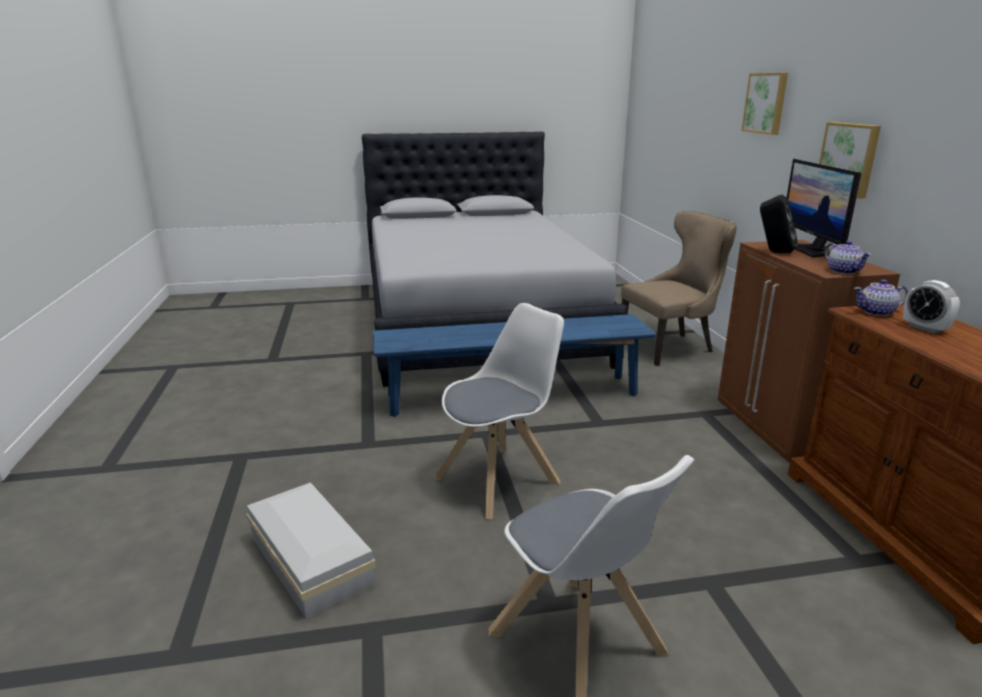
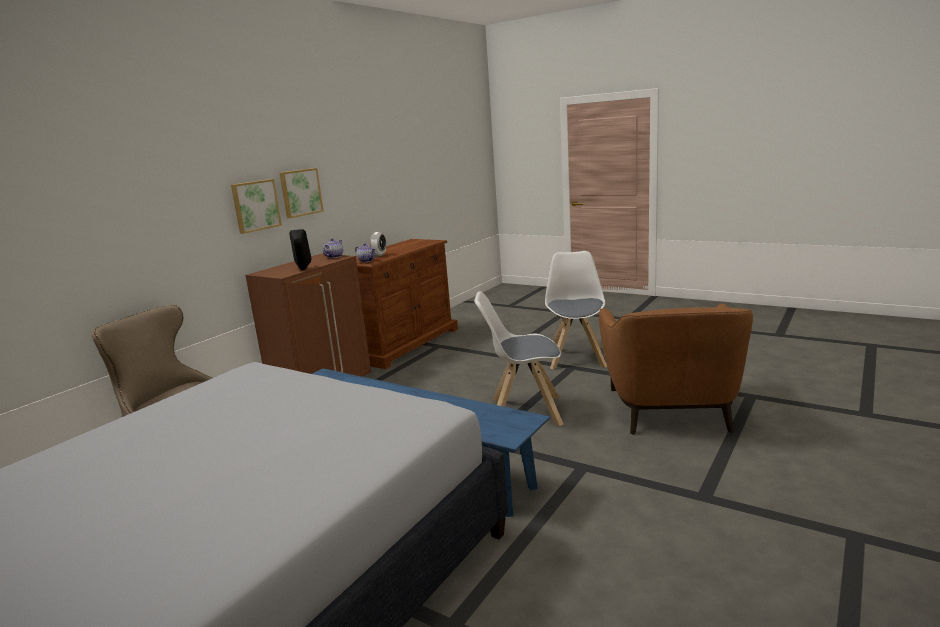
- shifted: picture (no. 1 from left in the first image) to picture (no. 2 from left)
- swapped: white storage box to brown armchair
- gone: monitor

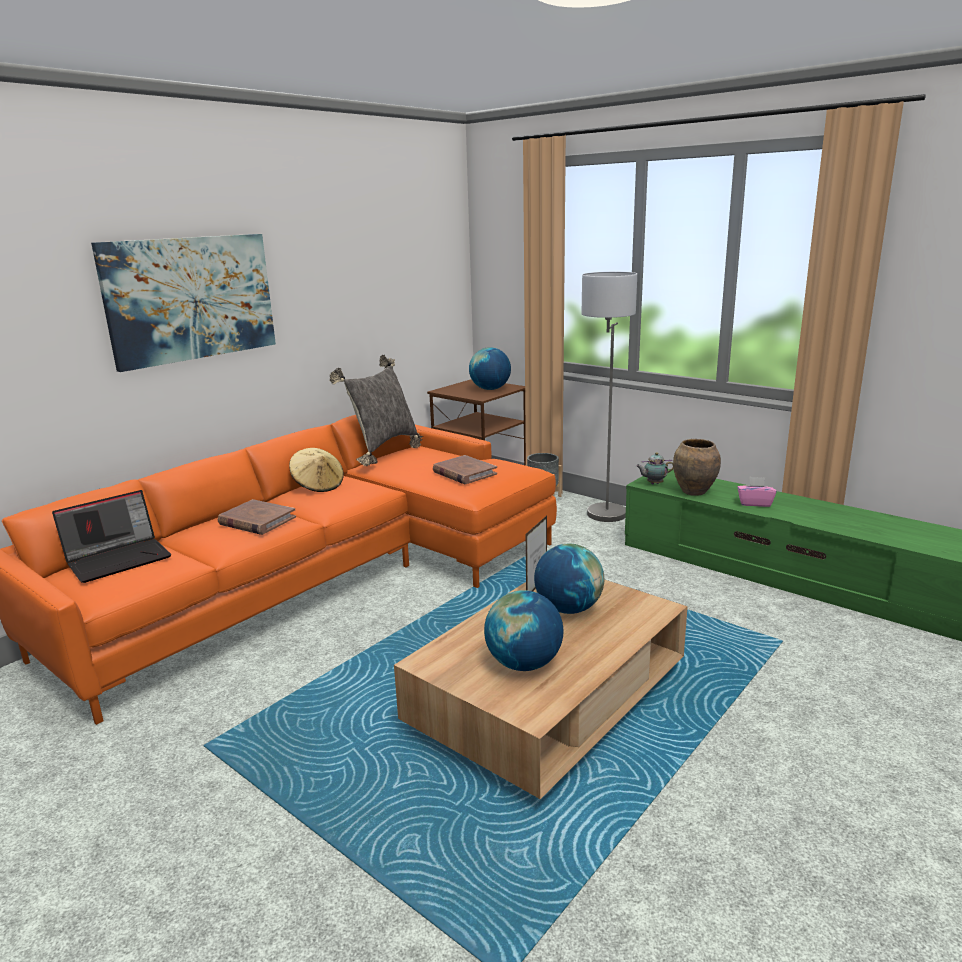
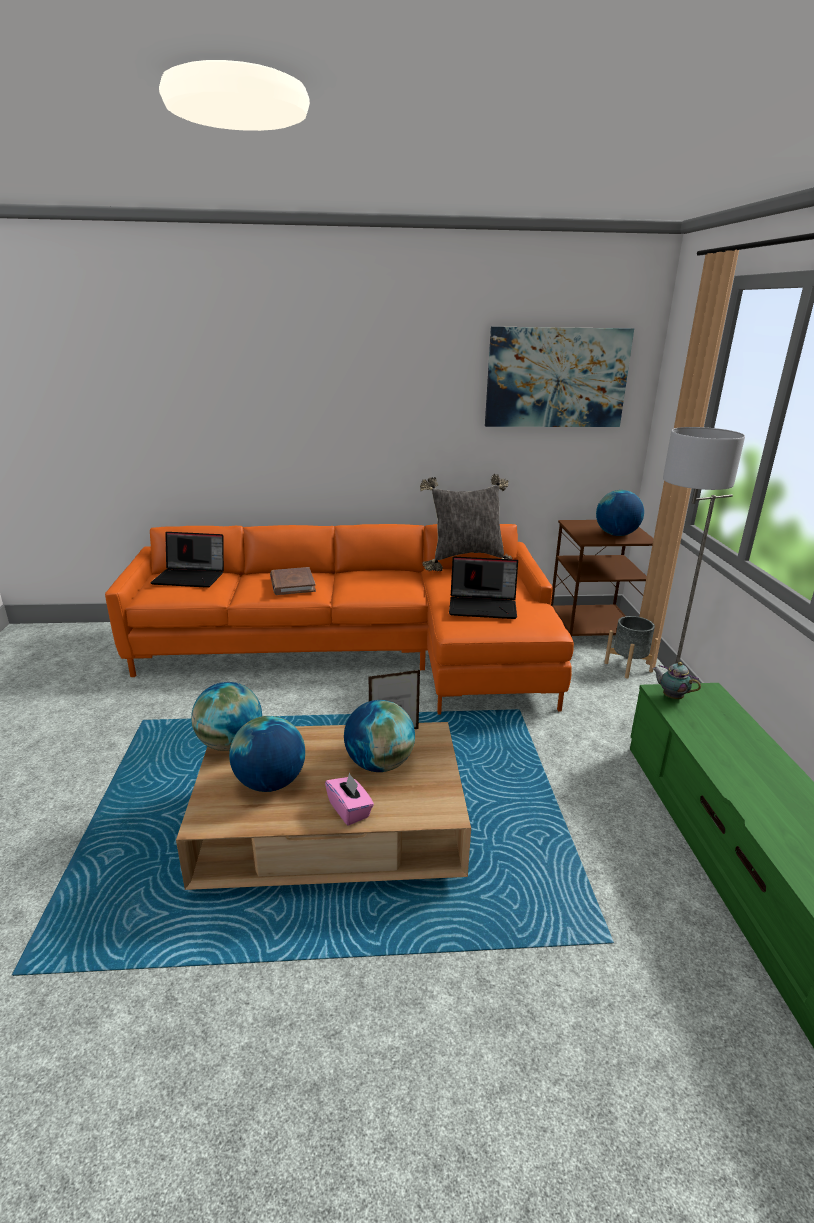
- new: globe (no. 1 from left)
- shifted: pink tissue box
- swapped: brown book (no. 2 from left) to laptop (no. 2 from left)
- shifted: picture
- gone: beige hat
- gone: brown vase

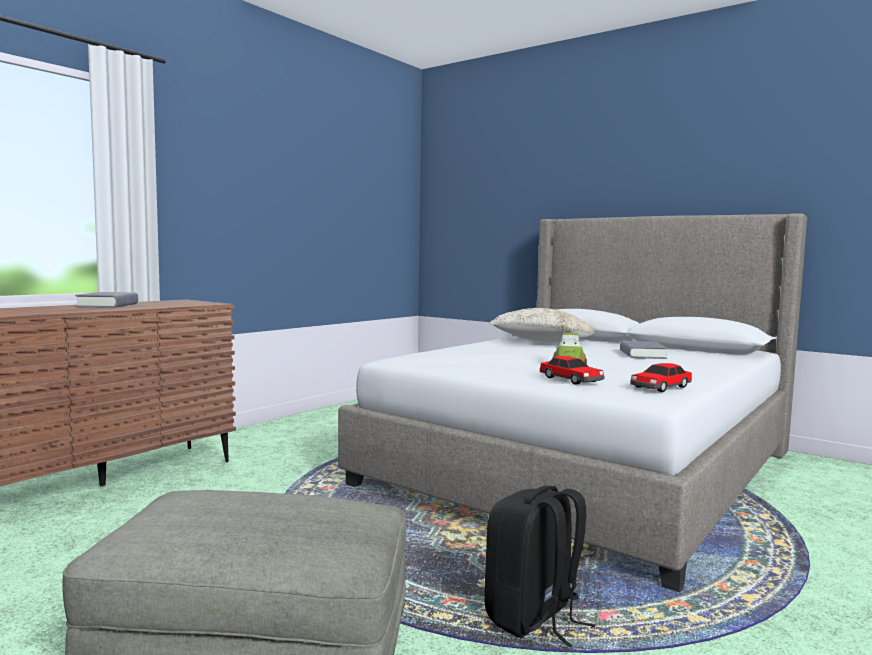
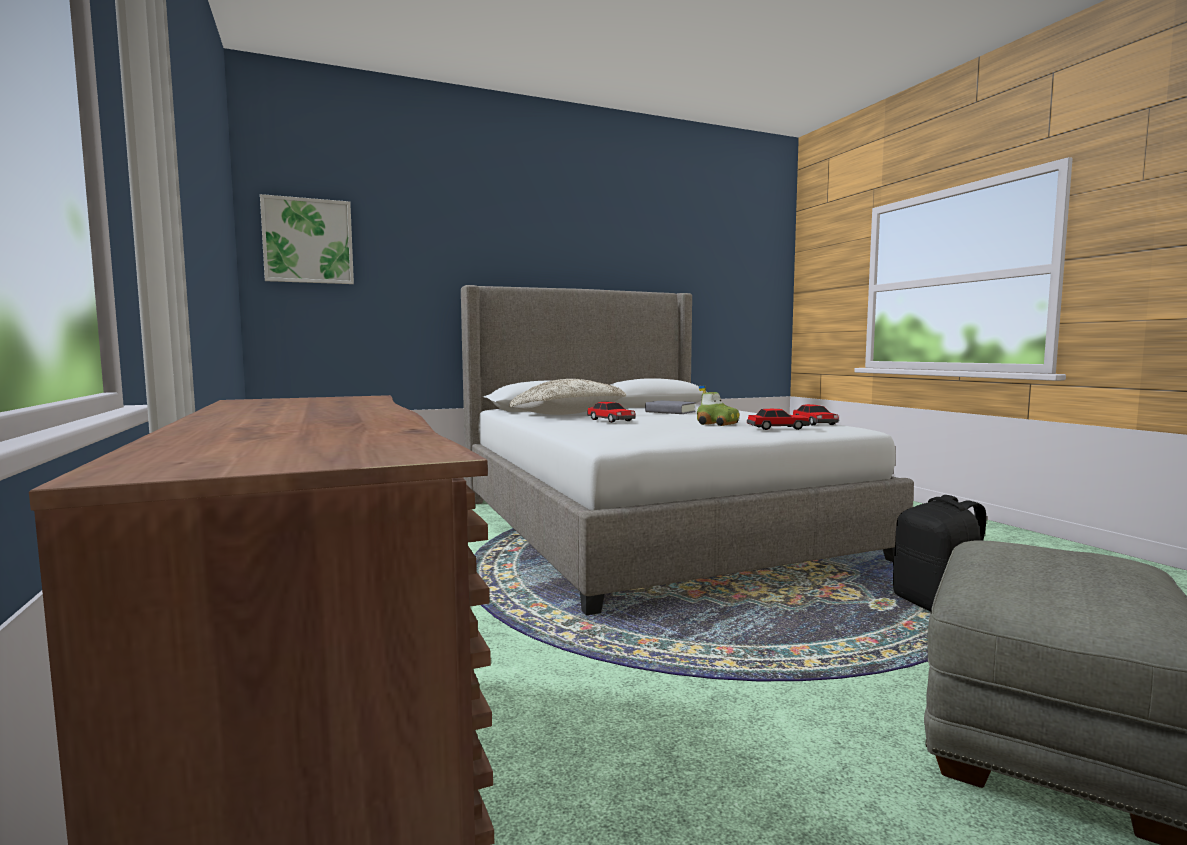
- new: picture
- new: toy car (no. 1 from left)
- gone: grey book (no. 1 from left)

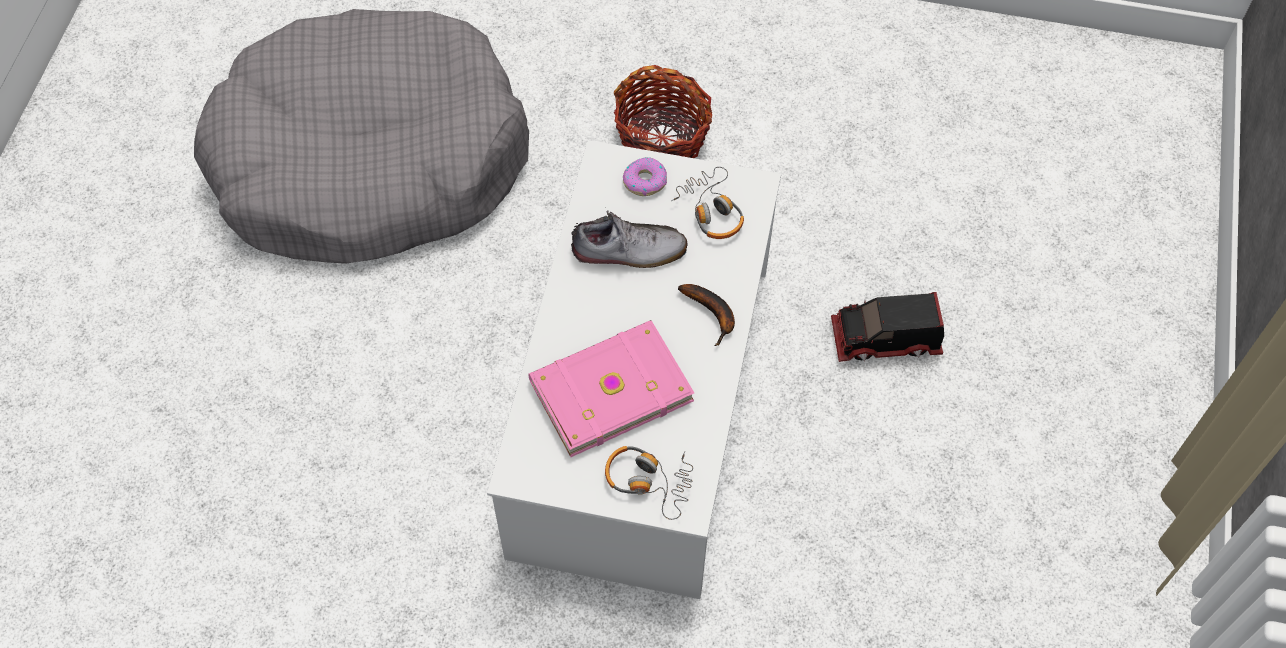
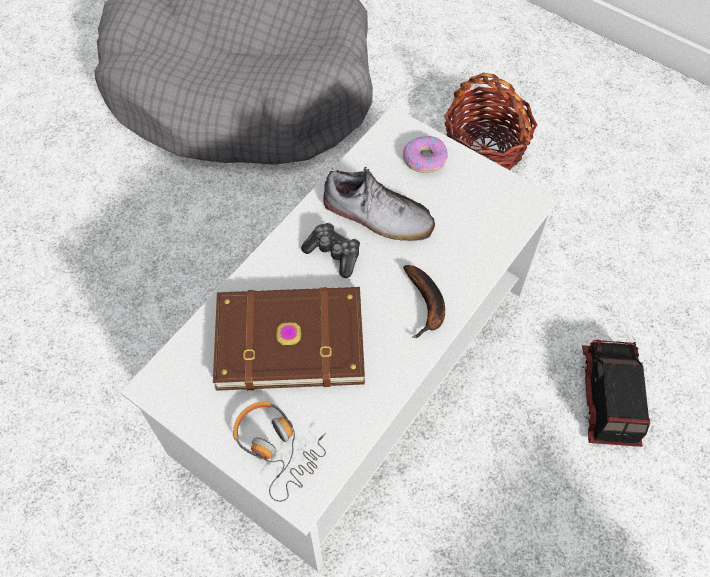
- repainted: pink book to brown book
- new: game controller
- rotated: toy truck 75 degrees clockwise
- gone: headphones (no. 2 from left)

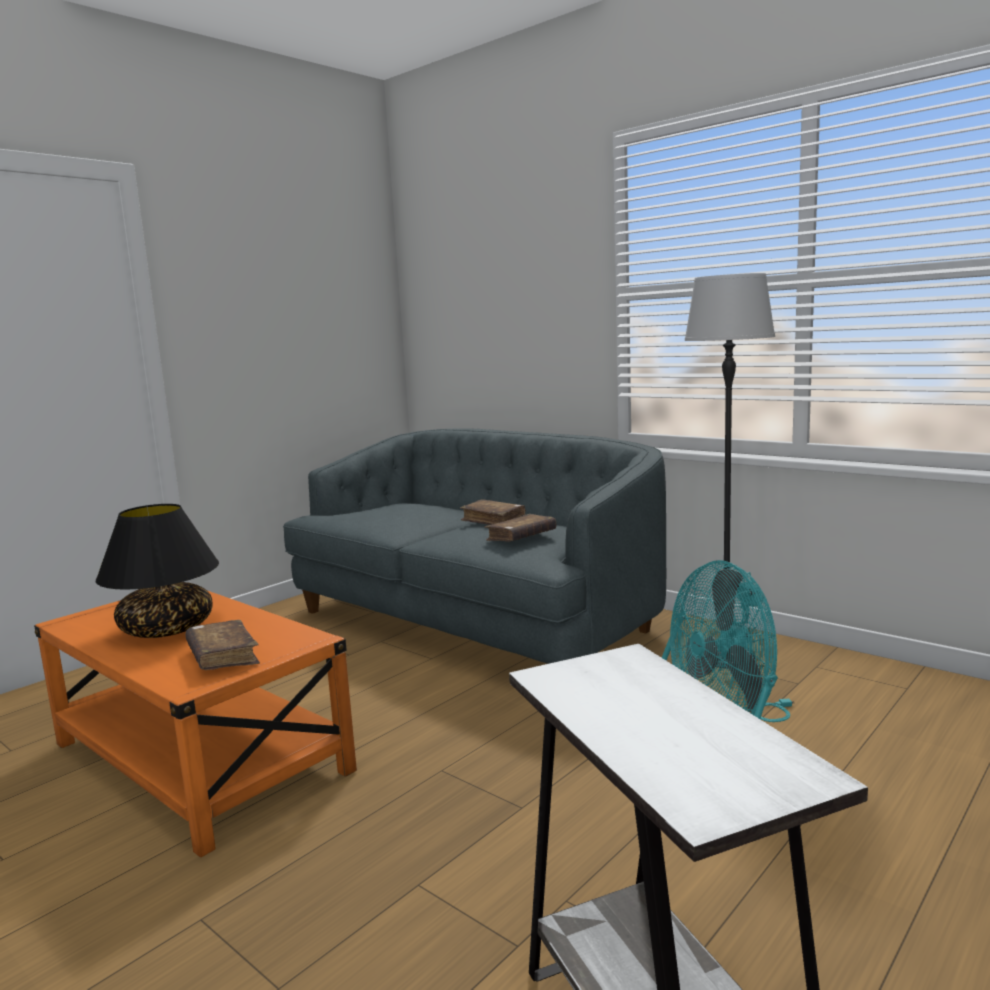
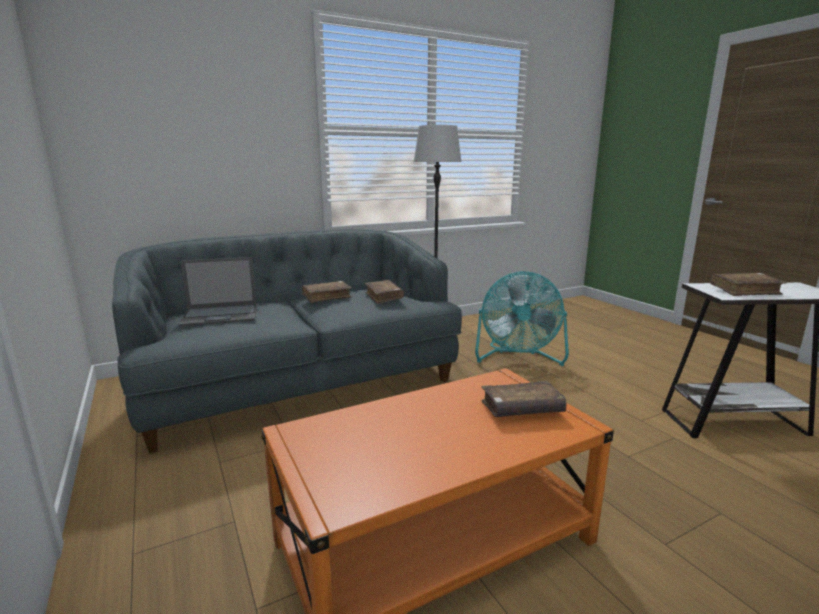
- new: laptop
- new: brown book (no. 4 from left)
- gone: black table lamp

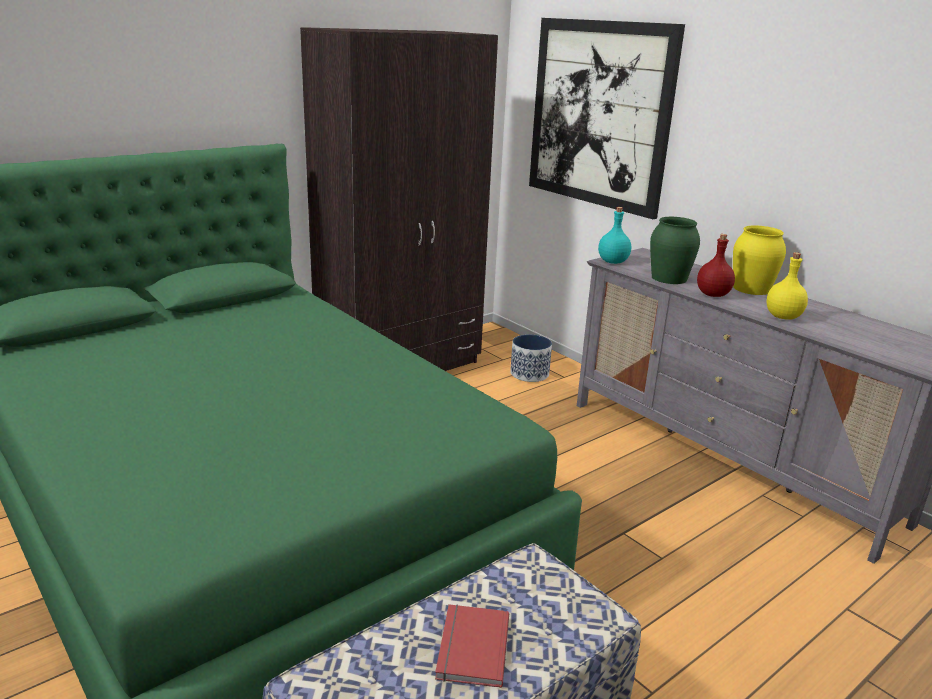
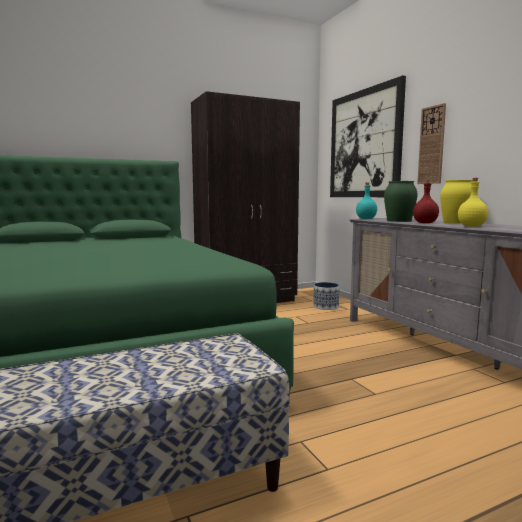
- new: wall clock
- gone: red book

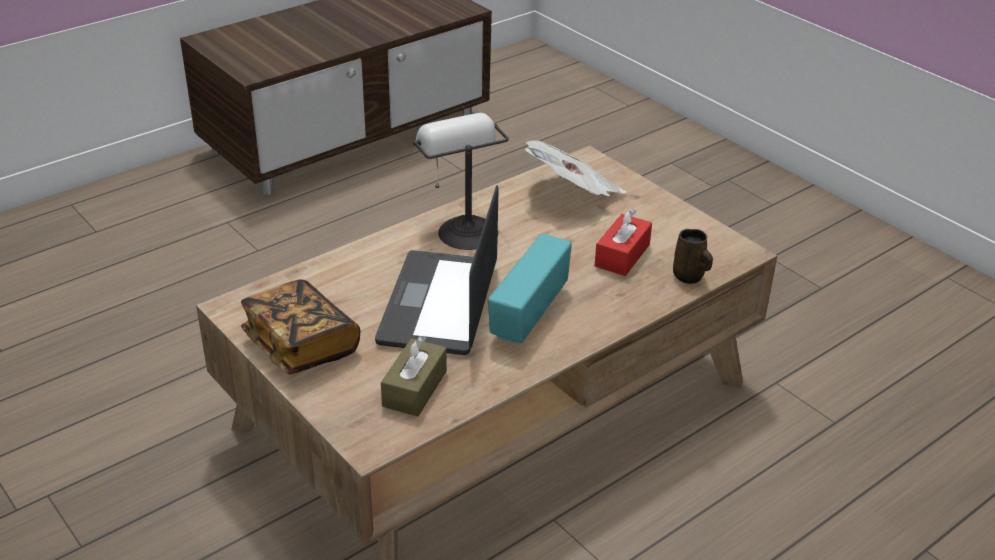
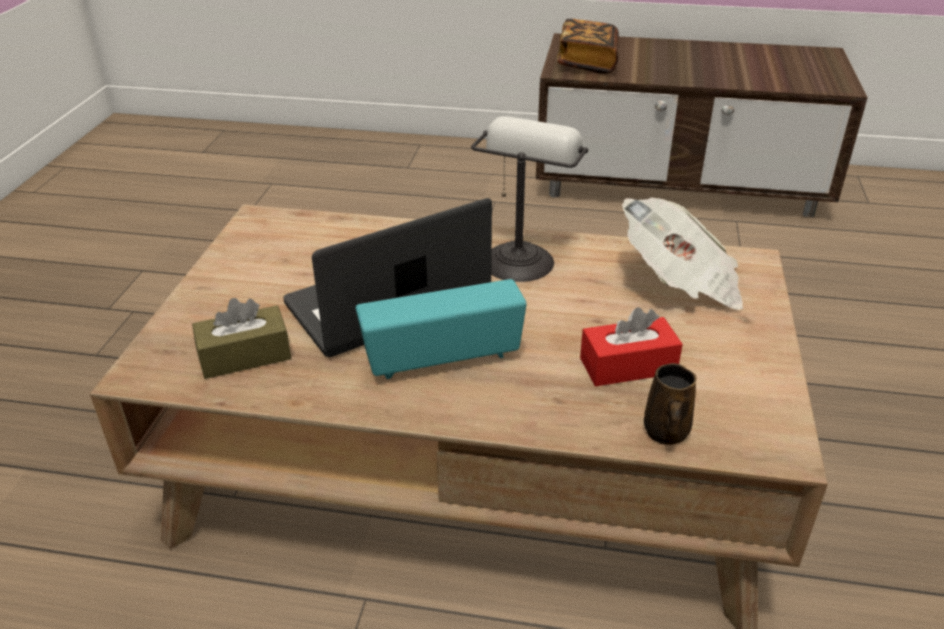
- shifted: book

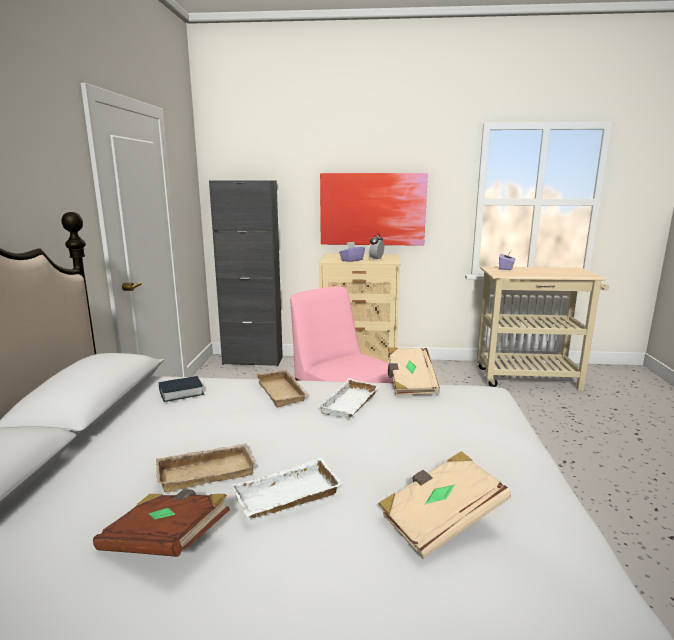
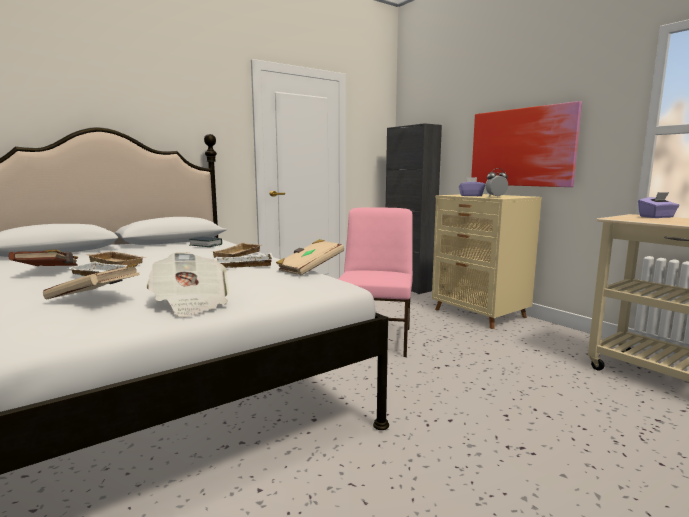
- new: newspaper

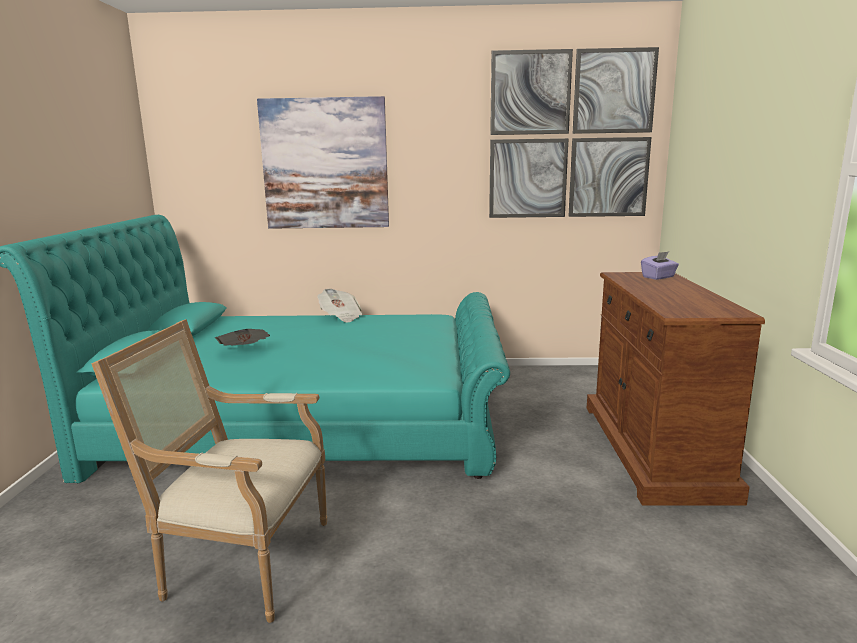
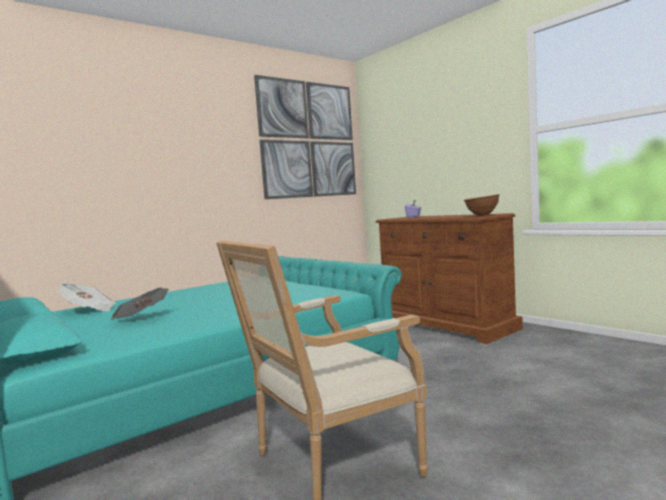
- shifted: newspaper (no. 2 from left in the first image) to newspaper (no. 1 from left)
- new: brown bowl
- gone: picture (no. 1 from left)

